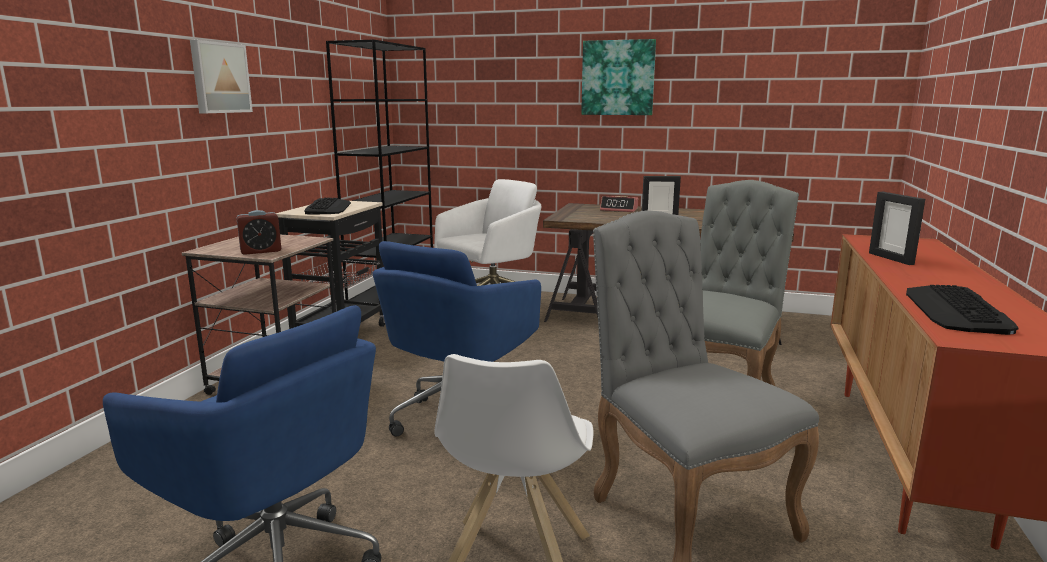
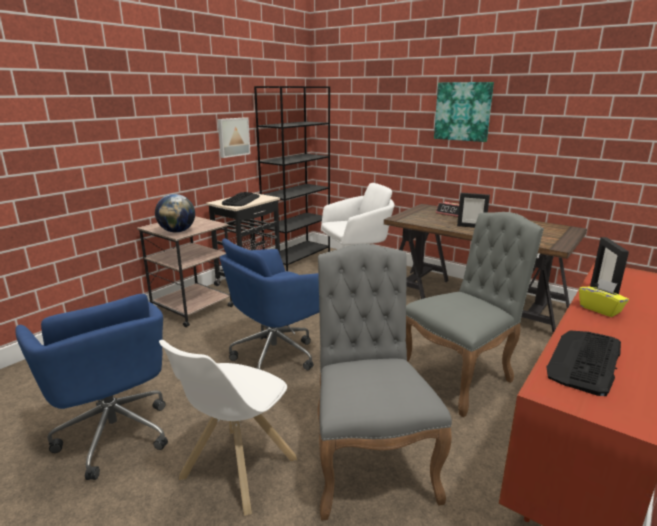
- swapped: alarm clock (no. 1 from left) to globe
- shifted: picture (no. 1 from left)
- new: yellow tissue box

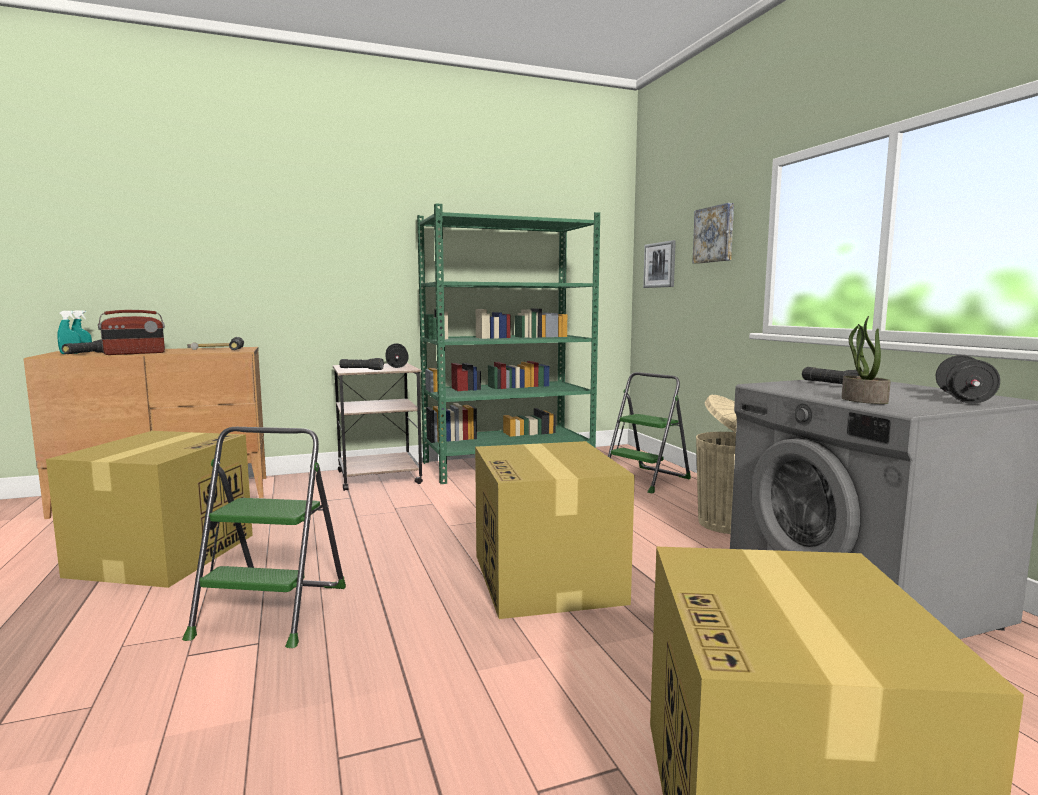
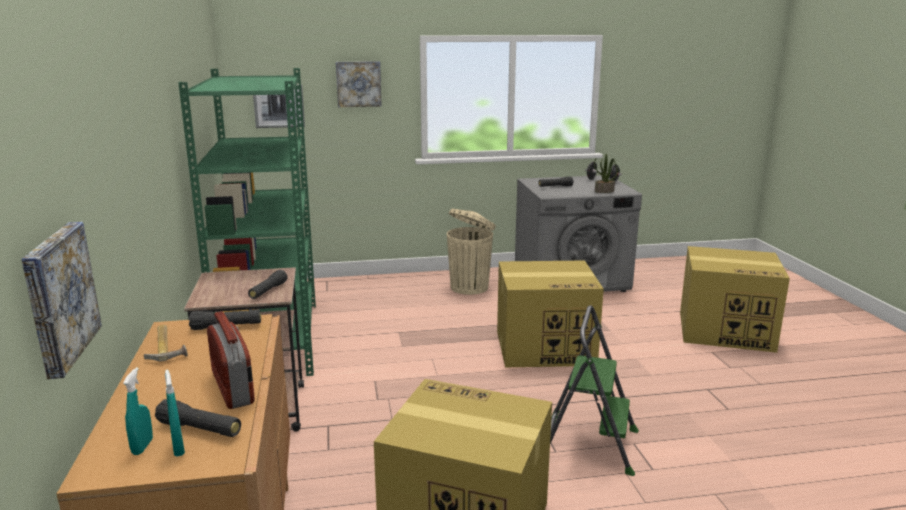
- new: picture (no. 1 from left)
- gone: black dumbbell (no. 1 from left)
- gone: green step ladder (no. 2 from left)

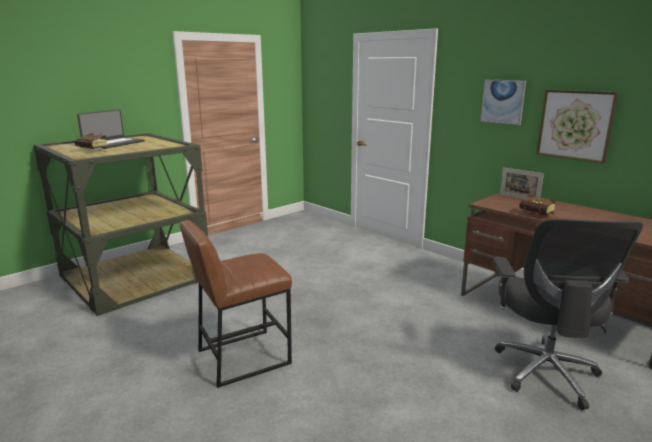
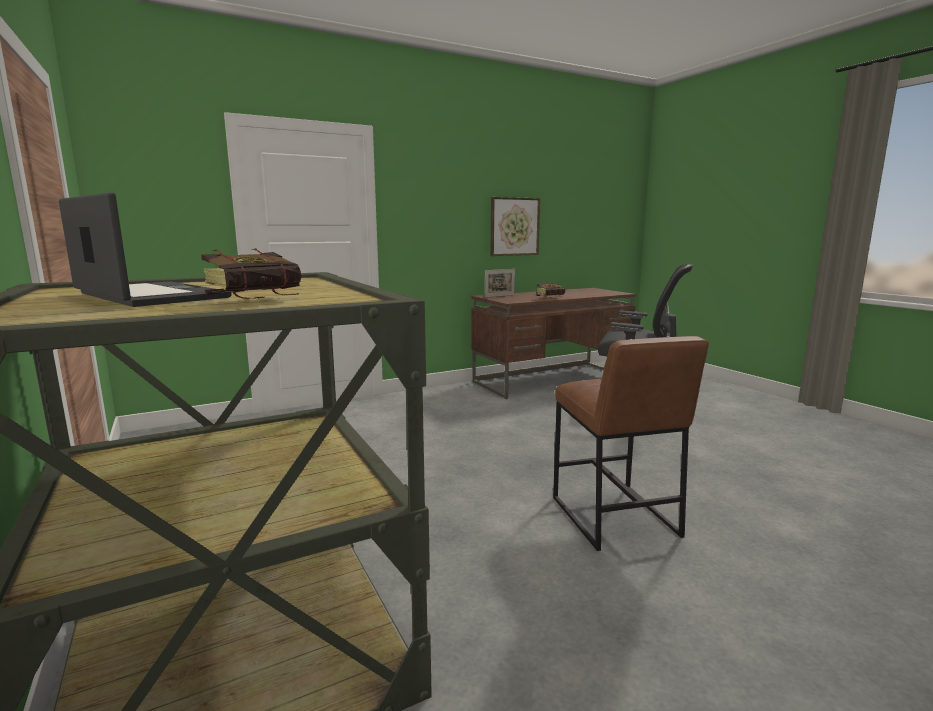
- gone: picture (no. 1 from left)

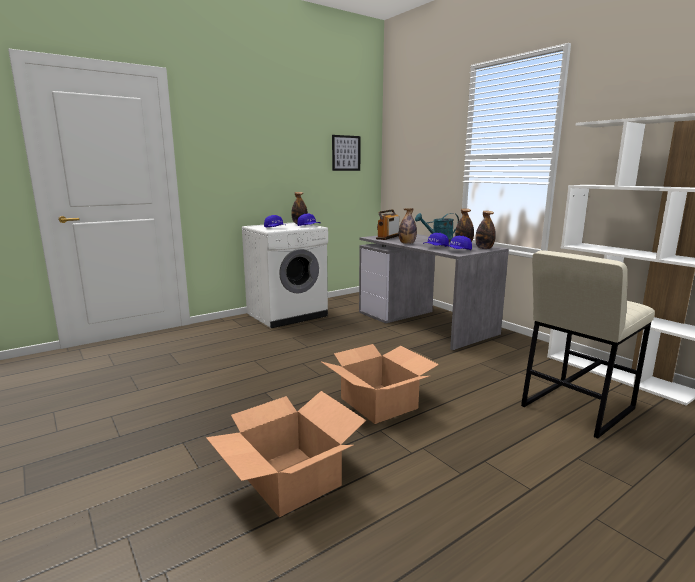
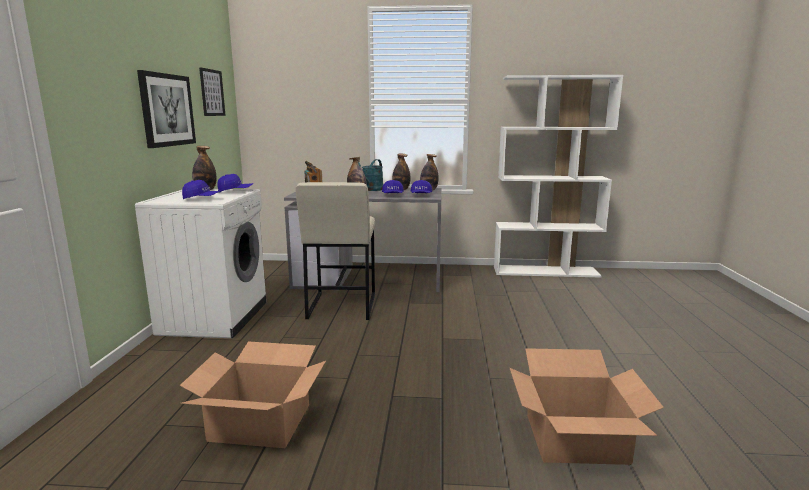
- new: picture (no. 1 from left)
- shifted: cardboard box (no. 2 from left in the first image) to cardboard box (no. 1 from left)
- shifted: beige chair

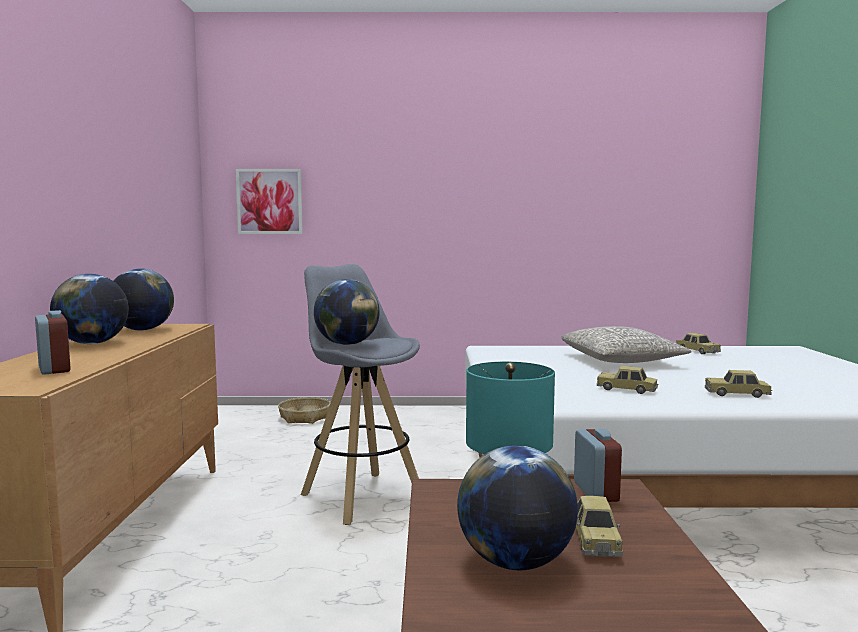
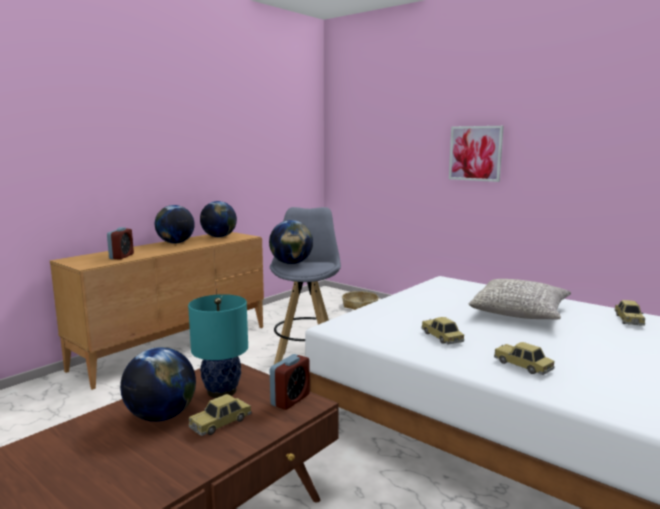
- shifted: picture

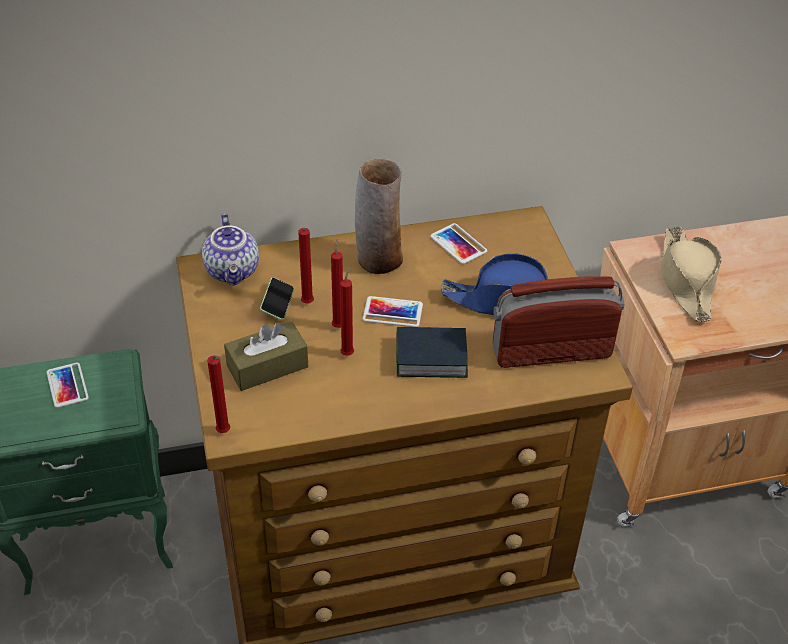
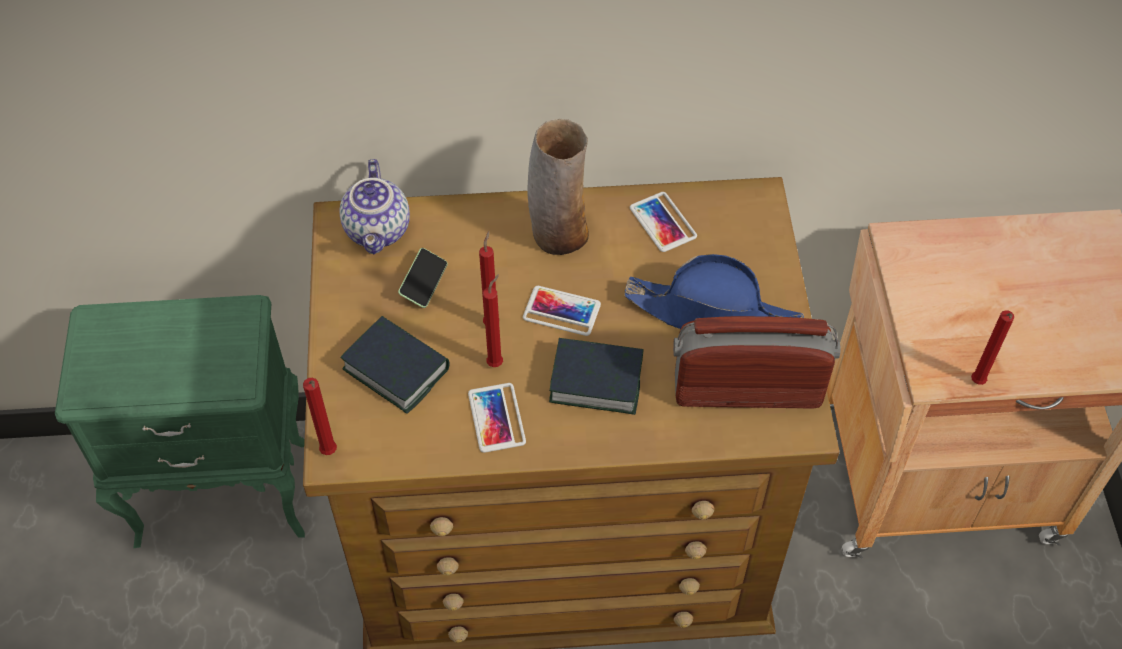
- swapped: brown tissue box to book (no. 1 from left)
- shifted: phone (no. 1 from left in the first image) to phone (no. 2 from left)
- shifted: red candle (no. 2 from left in the first image) to red candle (no. 4 from left)
- gone: beige hat

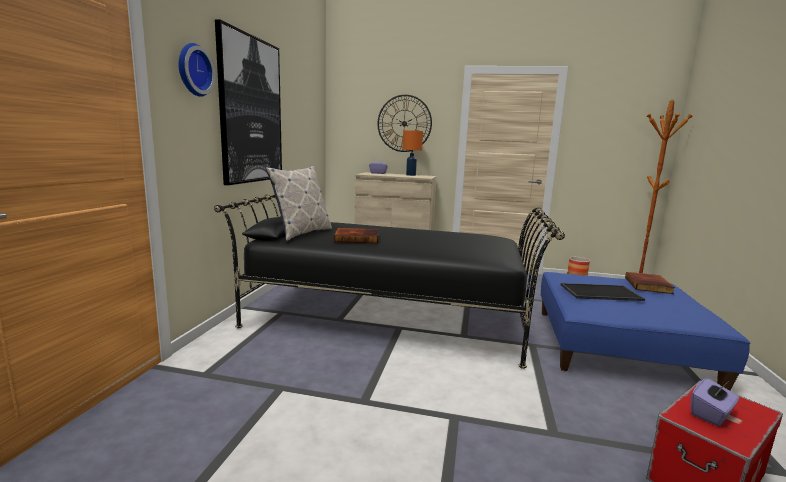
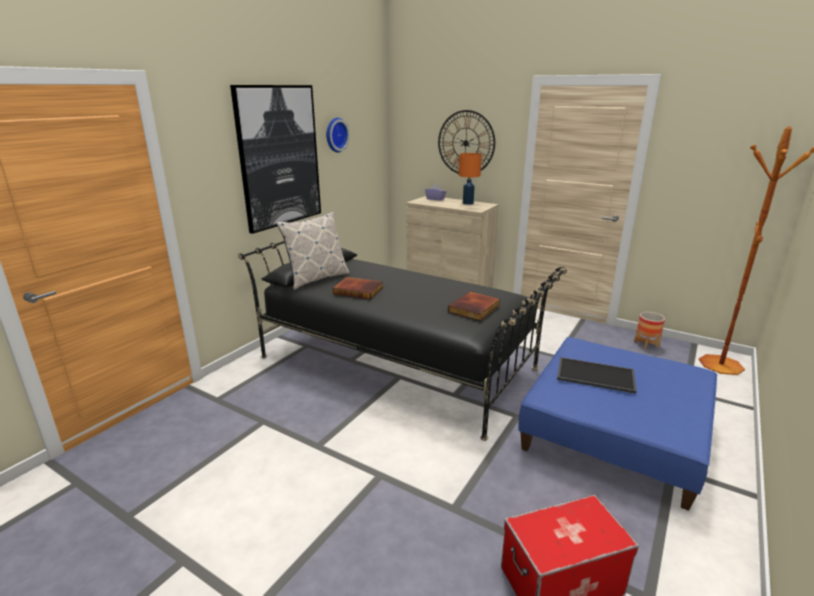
- shifted: wall clock (no. 1 from left)
- shifted: book (no. 2 from left)
- gone: purple tissue box (no. 2 from left)

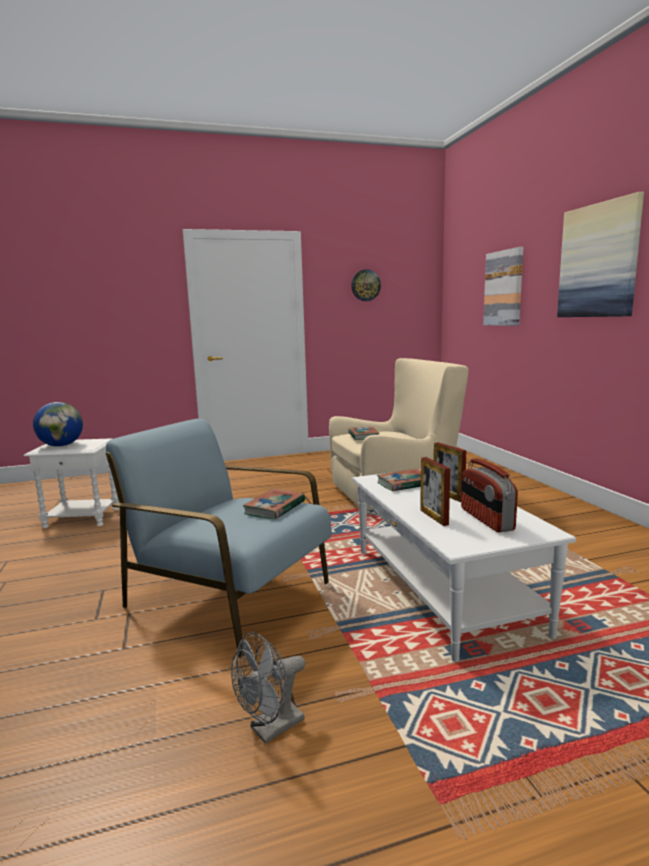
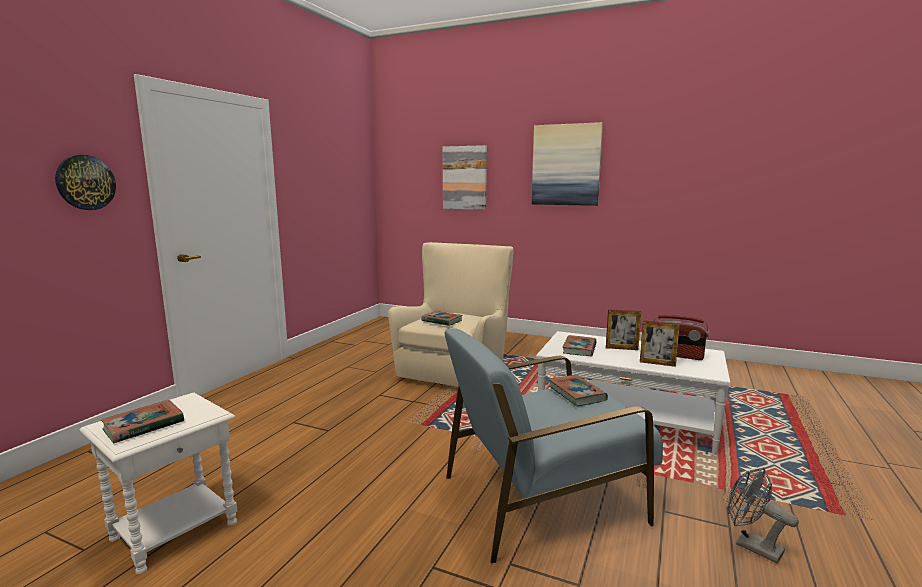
- shifted: wall clock
- swapped: globe to book (no. 1 from left)
- rotated: grey fan 135 degrees clockwise

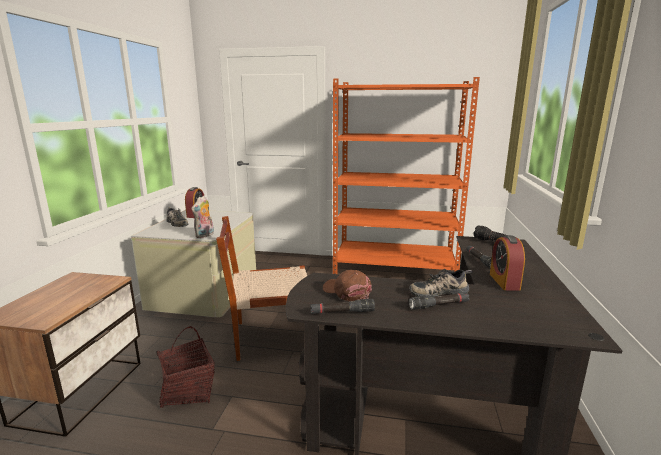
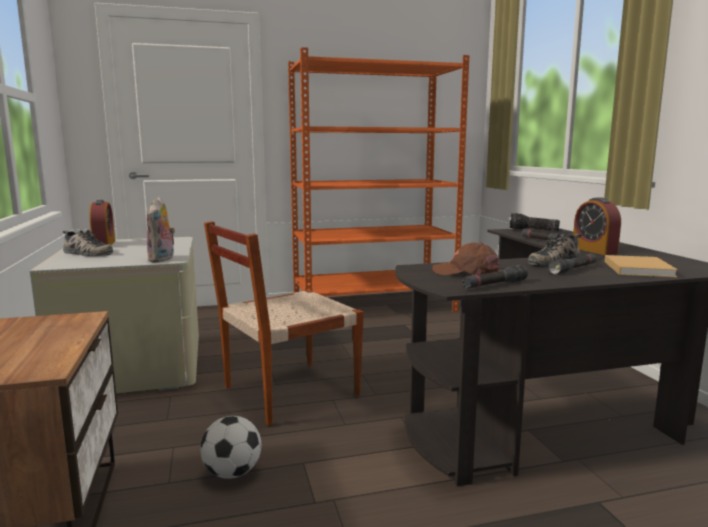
- swapped: basket to football
- new: beige book

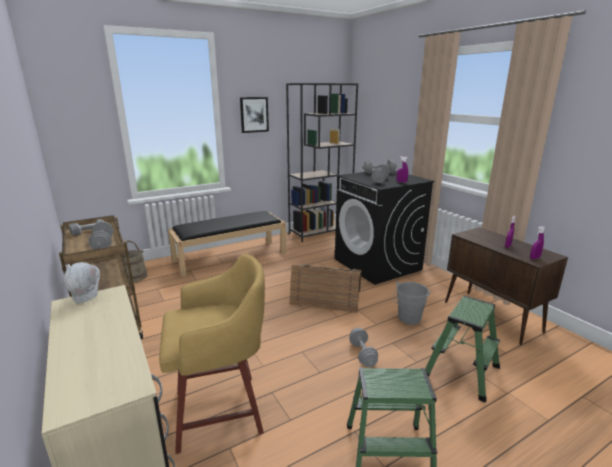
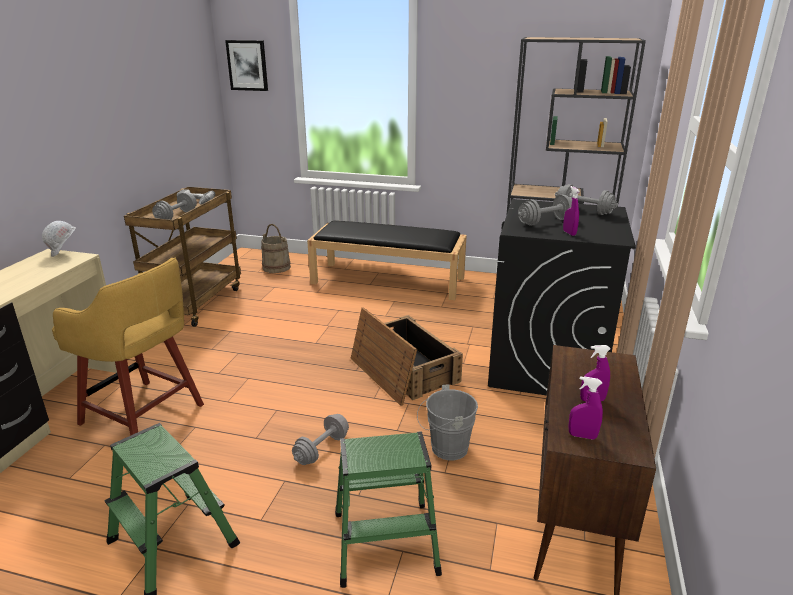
- shifted: picture

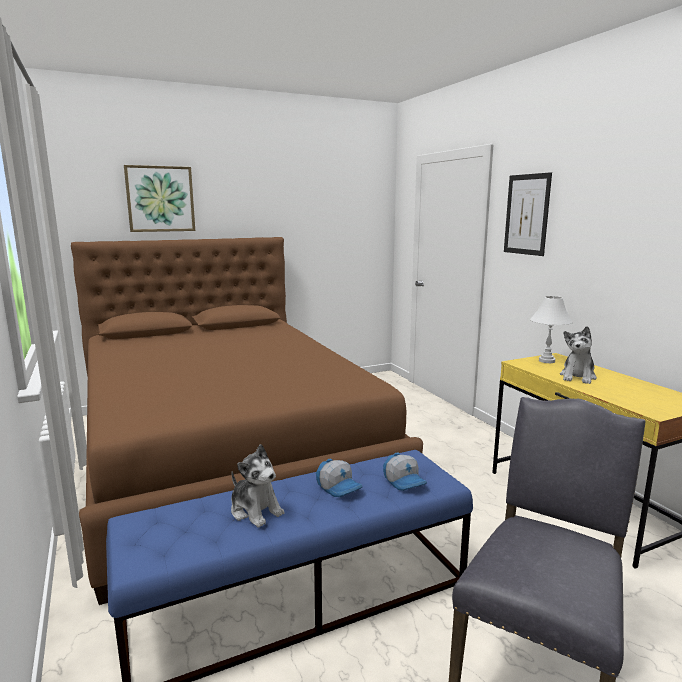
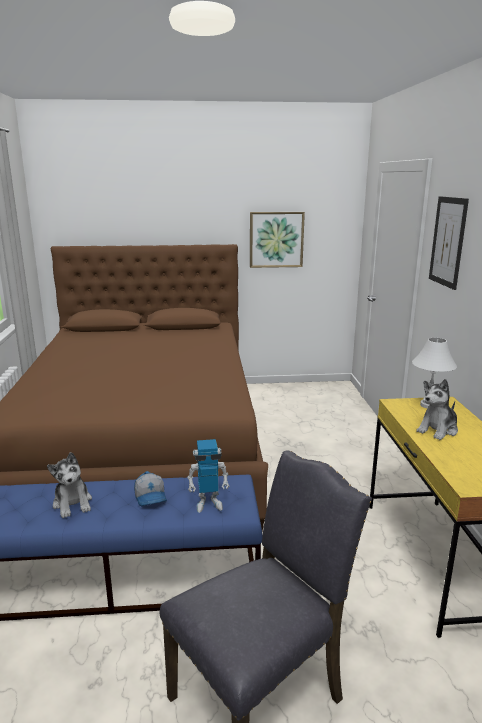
- swapped: cap (no. 2 from left) to toy robot
- shifted: picture (no. 1 from left)

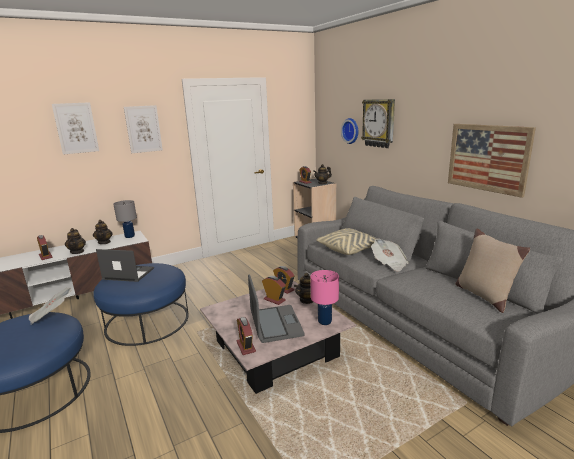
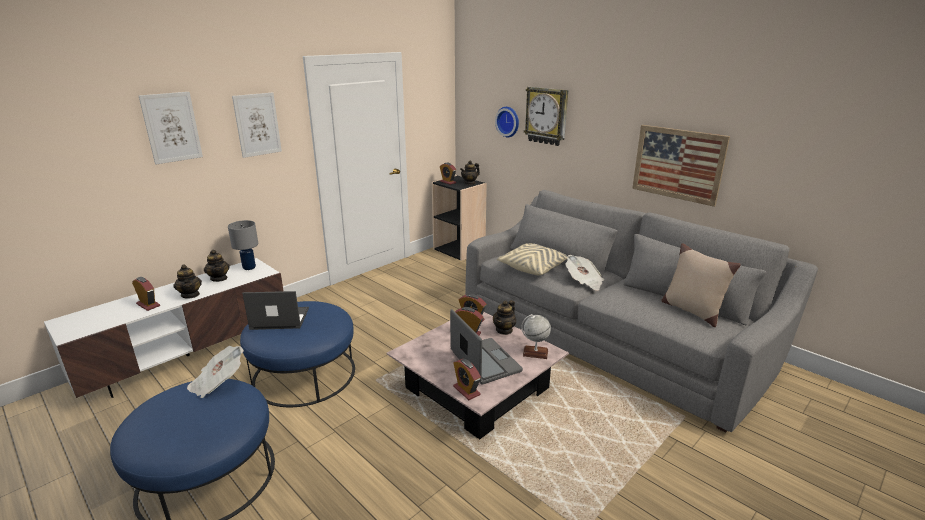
- swapped: pink table lamp to globe

